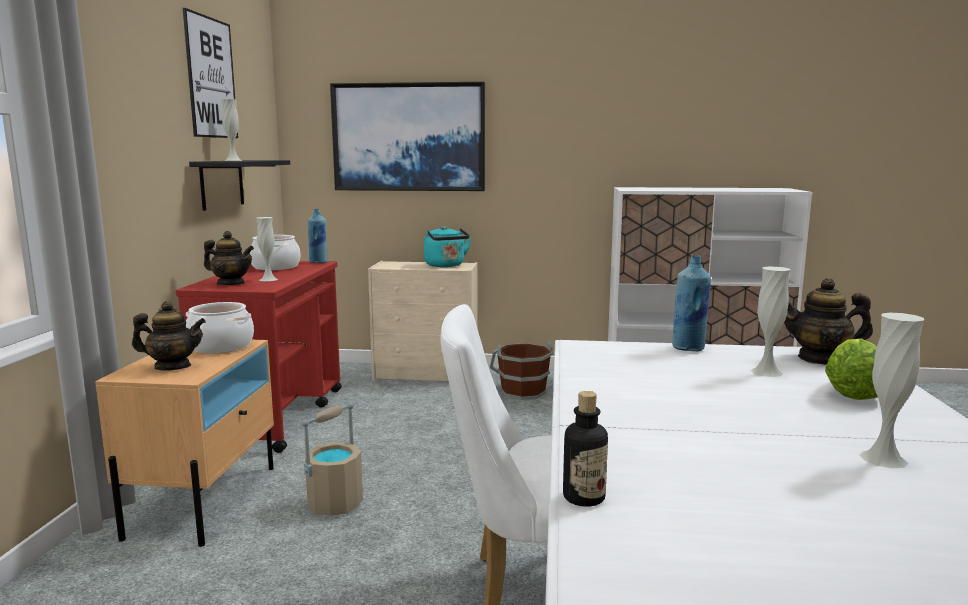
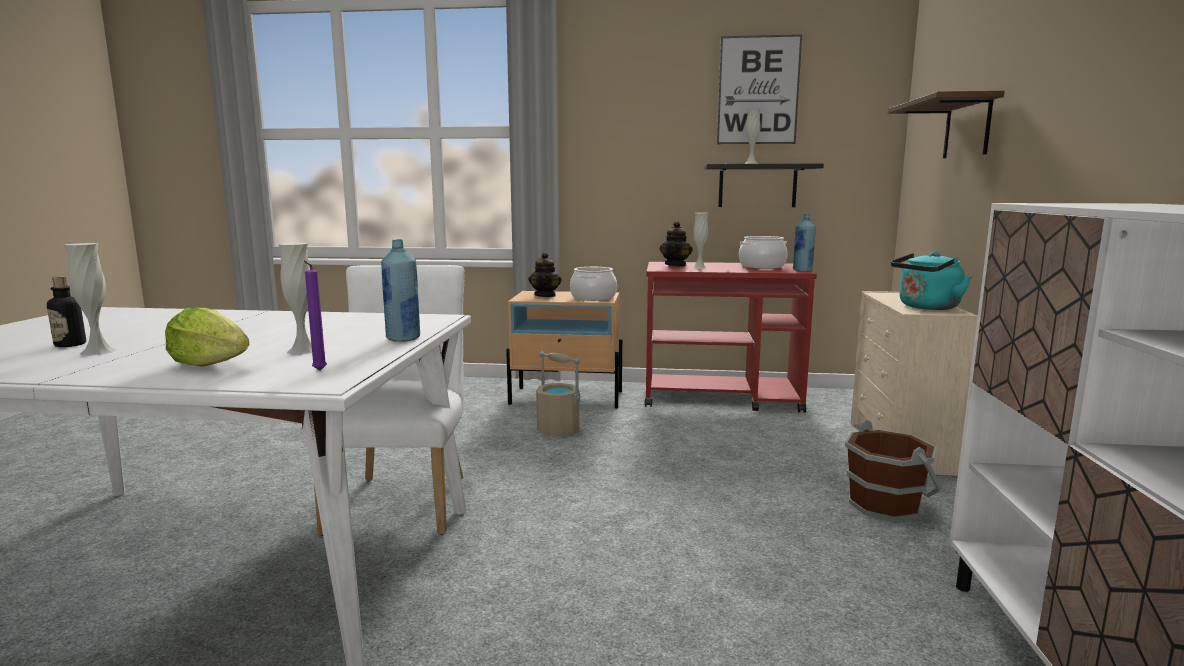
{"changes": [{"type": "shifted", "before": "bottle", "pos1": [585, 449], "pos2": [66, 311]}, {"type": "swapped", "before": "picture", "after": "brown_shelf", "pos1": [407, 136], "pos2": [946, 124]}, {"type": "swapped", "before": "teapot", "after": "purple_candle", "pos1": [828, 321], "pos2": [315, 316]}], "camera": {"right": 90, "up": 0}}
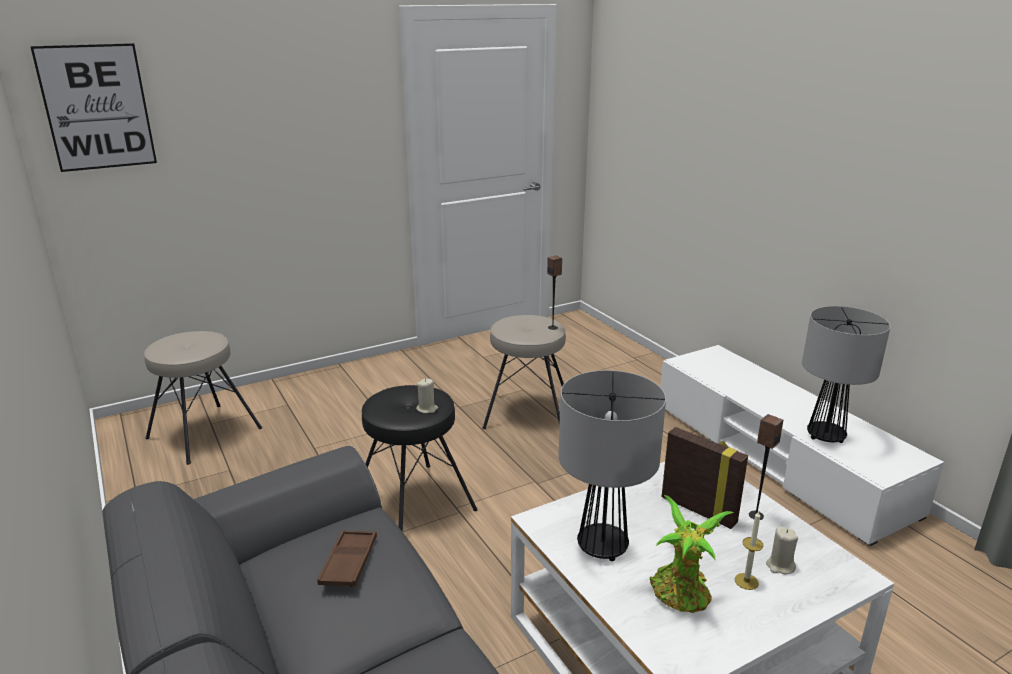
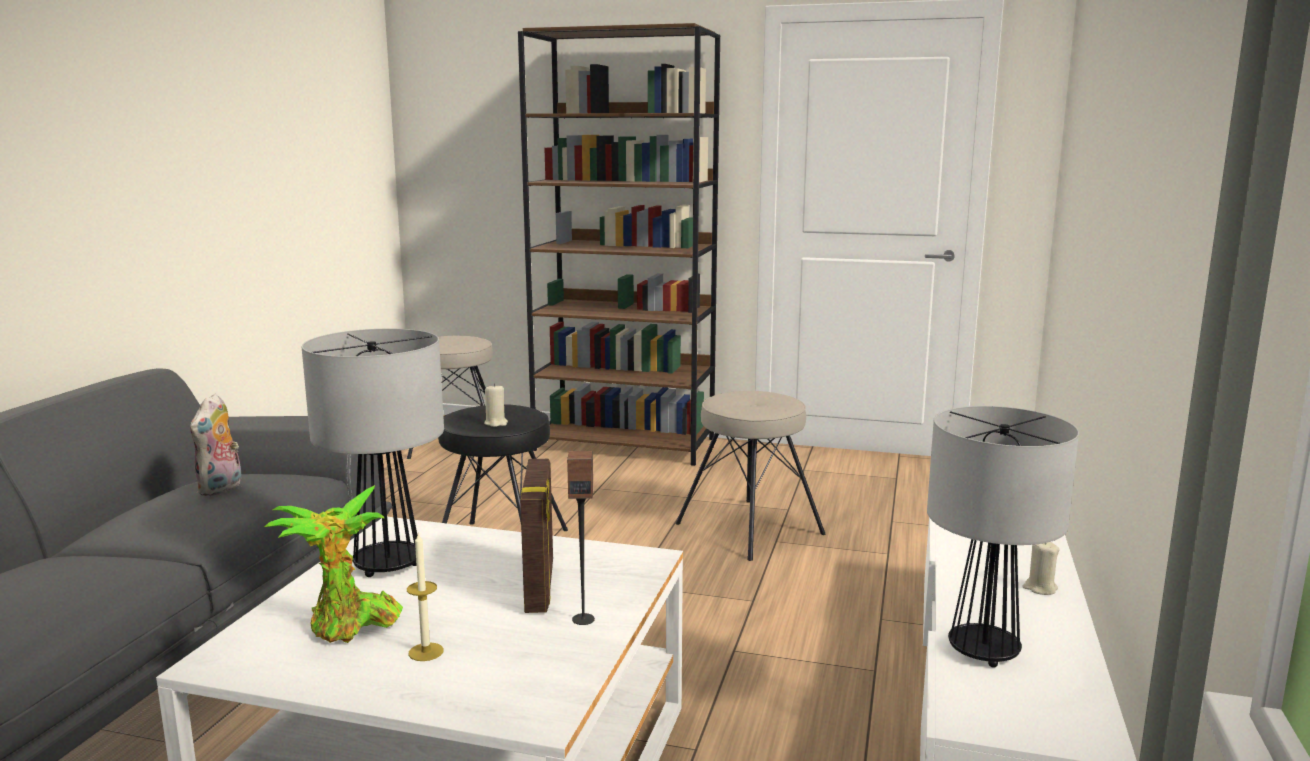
{"changes": [{"type": "gone", "before": "picture", "pos1": [93, 107]}, {"type": "gone", "before": "speaker", "pos1": [554, 292]}, {"type": "new", "after": "brown_bookcase", "pos2": [619, 244]}, {"type": "shifted", "before": "beige_candle", "pos1": [782, 551], "pos2": [1040, 568]}, {"type": "swapped", "before": "brown_tray", "after": "plush_toy", "pos1": [347, 558], "pos2": [216, 444]}], "camera": {"right": 45, "up": -10}}
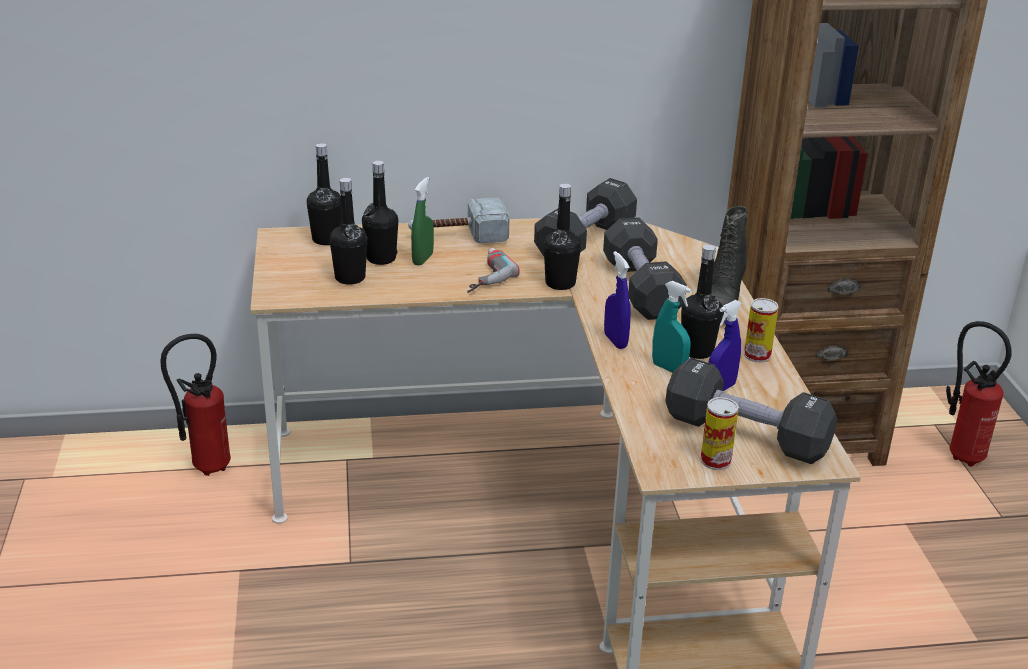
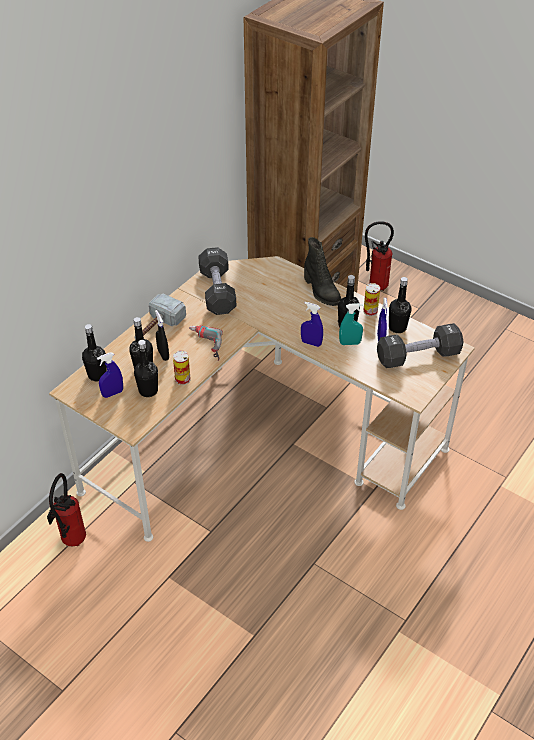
{"changes": [{"type": "gone", "before": "black_dumbbell", "pos1": [645, 268]}, {"type": "new", "after": "blue_spray_bottle", "pos2": [110, 375]}, {"type": "shifted", "before": "black_bottle", "pos1": [562, 237], "pos2": [400, 305]}, {"type": "shifted", "before": "can", "pos1": [719, 433], "pos2": [182, 367]}, {"type": "repainted", "before": "green_spray_bottle", "after": "black_spray_bottle", "pos1": [422, 221], "pos2": [162, 335]}], "camera": {"right": -45, "up": 15}}
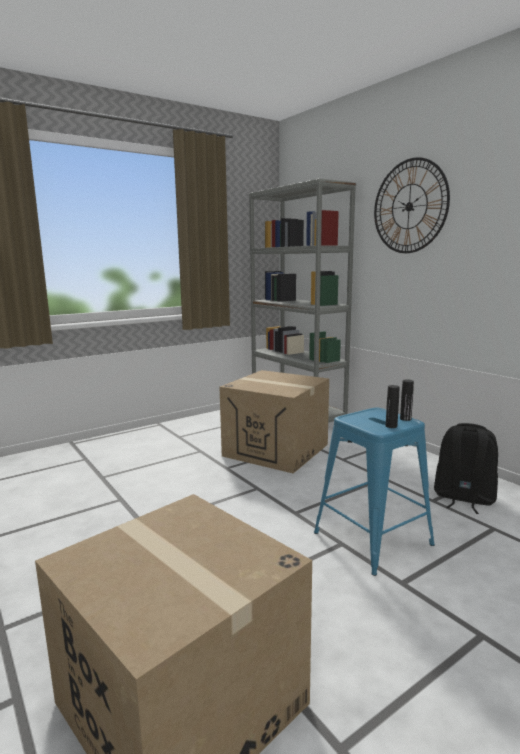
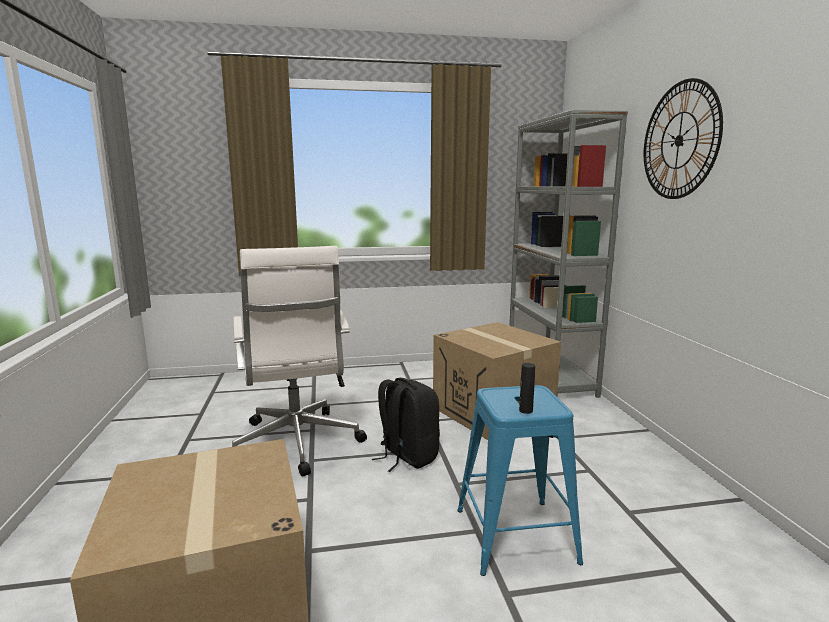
{"changes": [{"type": "gone", "before": "black_bottle", "pos1": [407, 400]}, {"type": "new", "after": "white_office_chair", "pos2": [299, 361]}, {"type": "shifted", "before": "black_backpack", "pos1": [466, 468], "pos2": [406, 425]}], "camera": {"right": 25, "up": 0}}
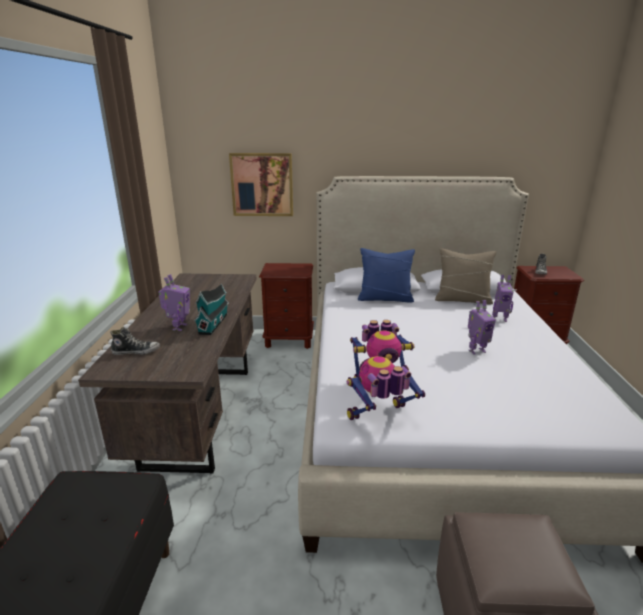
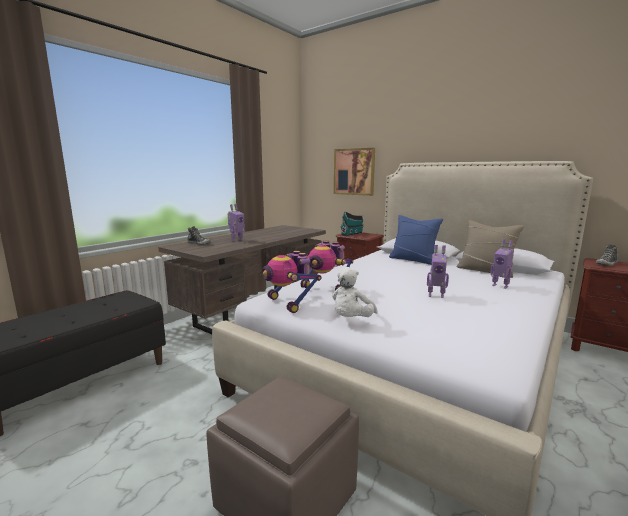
{"changes": [{"type": "new", "after": "white_plush_toy", "pos2": [355, 292]}, {"type": "shifted", "before": "toy_house", "pos1": [211, 309], "pos2": [352, 223]}, {"type": "rotated", "before": "toy_robot", "pos1": [386, 388], "pos2": [291, 282], "turn": -135}], "camera": {"right": 35, "up": -10}}
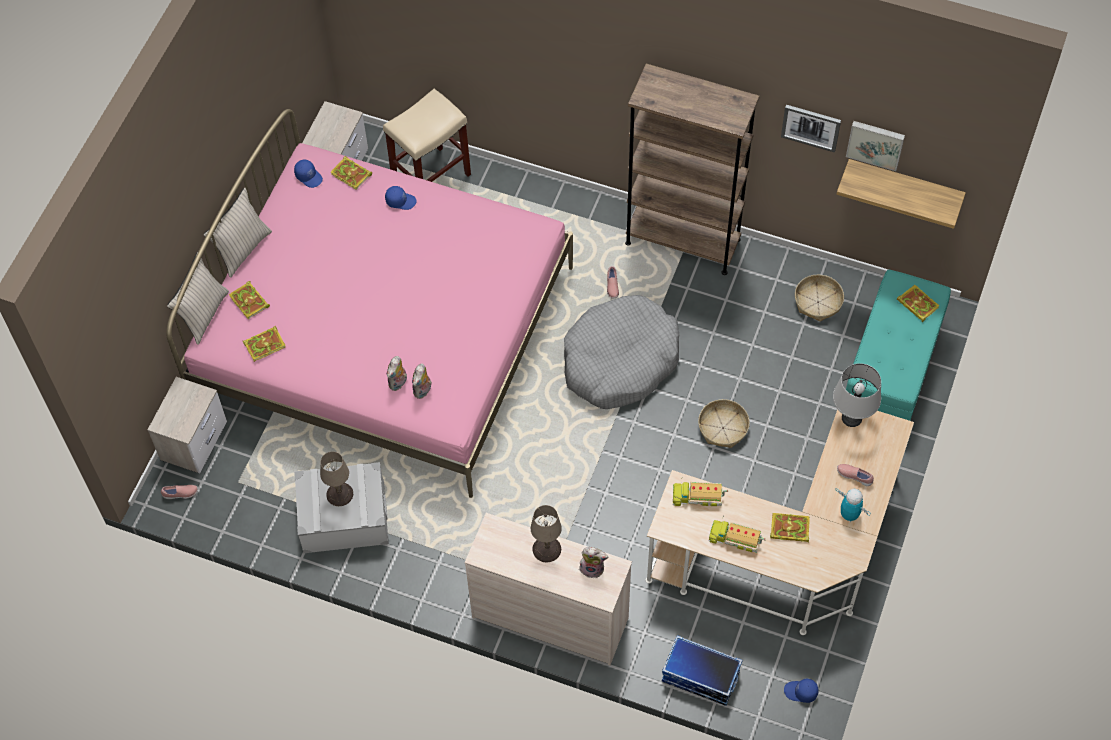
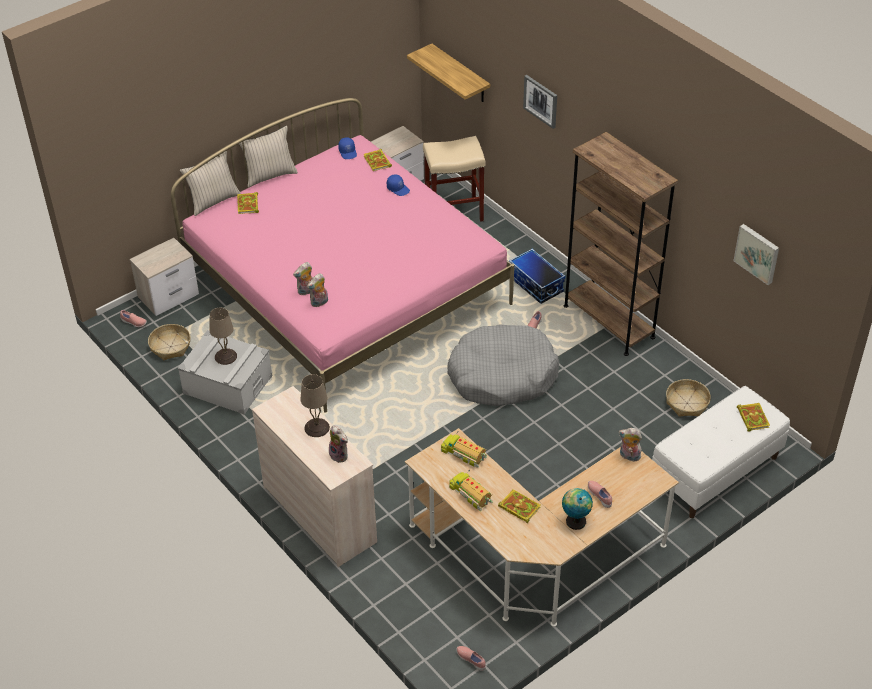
{"changes": [{"type": "gone", "before": "book", "pos1": [264, 344]}, {"type": "shifted", "before": "storage_box", "pos1": [702, 670], "pos2": [537, 276]}, {"type": "shifted", "before": "basket", "pos1": [724, 423], "pos2": [169, 342]}, {"type": "shifted", "before": "picture", "pos1": [811, 129], "pos2": [540, 102]}, {"type": "shifted", "before": "shelf", "pos1": [901, 194], "pos2": [448, 73]}, {"type": "swapped", "before": "blue_cap", "after": "pink_shoe", "pos1": [801, 691], "pos2": [471, 658]}, {"type": "swapped", "before": "grey_table_lamp", "after": "plush_toy", "pos1": [857, 395], "pos2": [630, 444]}, {"type": "swapped", "before": "toy_robot", "after": "globe", "pos1": [853, 505], "pos2": [577, 509]}, {"type": "repainted", "before": "turquoise_bench", "after": "white_bench", "pos1": [898, 345], "pos2": [721, 452]}], "camera": {"right": 30, "up": -15}}
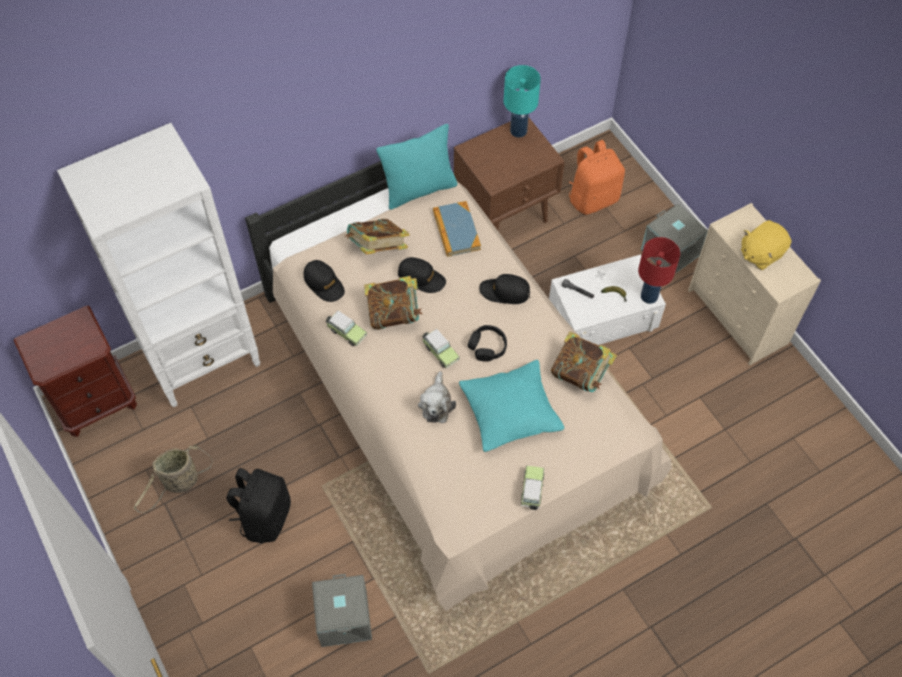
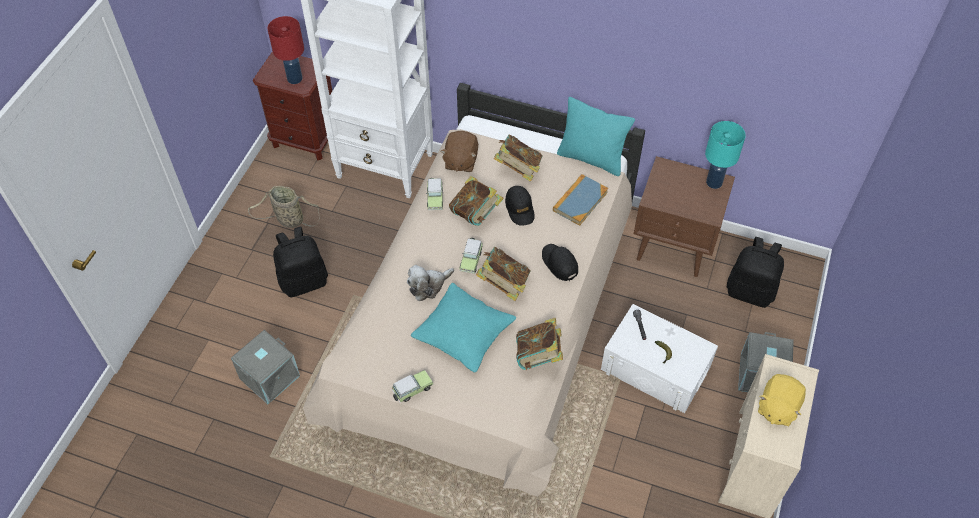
{"changes": [{"type": "shifted", "before": "red_table_lamp", "pos1": [659, 270], "pos2": [286, 50]}, {"type": "swapped", "before": "black_cap", "after": "brown_plush_toy", "pos1": [324, 281], "pos2": [459, 151]}, {"type": "swapped", "before": "black_headphones", "after": "book", "pos1": [487, 343], "pos2": [503, 274]}, {"type": "repainted", "before": "orange_backpack", "after": "black_backpack", "pos1": [597, 177], "pos2": [755, 272]}, {"type": "rotated", "before": "yellow_plush_toy", "pos1": [765, 245], "pos2": [782, 400], "turn": -75}], "camera": {"right": 50, "up": -5}}
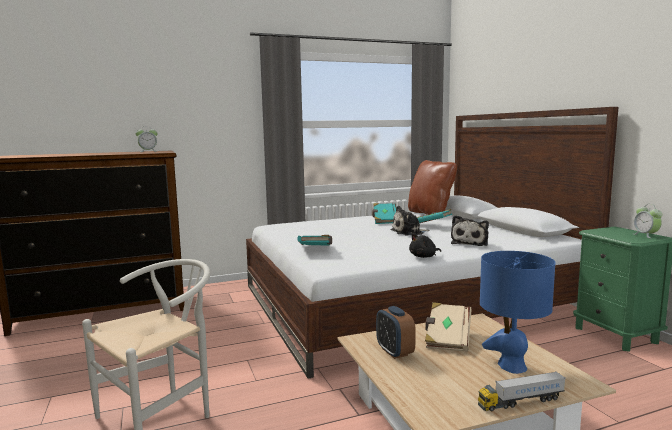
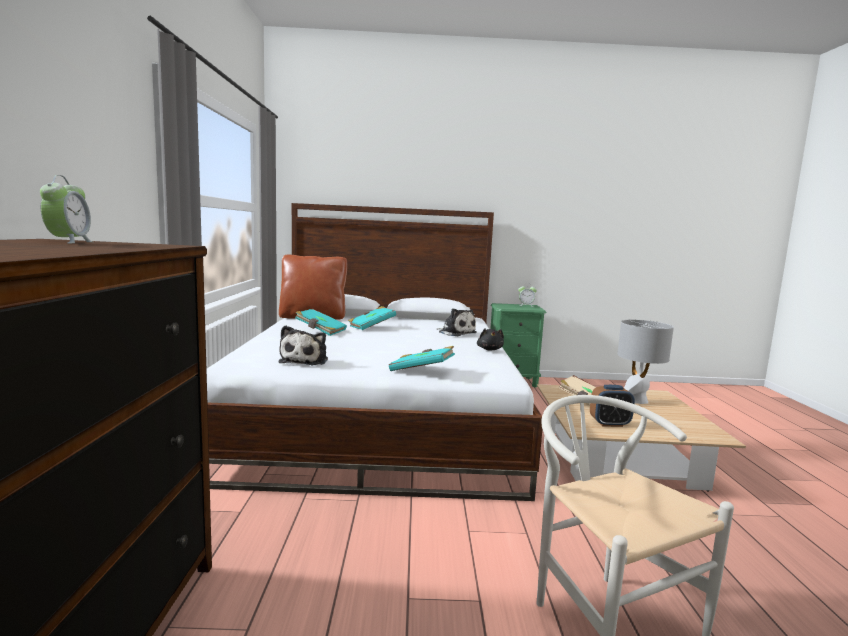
{"changes": [{"type": "gone", "before": "toy_truck", "pos1": [522, 391]}, {"type": "shifted", "before": "plush_toy", "pos1": [410, 221], "pos2": [303, 345]}, {"type": "repainted", "before": "blue_table_lamp", "after": "grey_table_lamp", "pos1": [517, 312], "pos2": [645, 362]}], "camera": {"right": -70, "up": 0}}
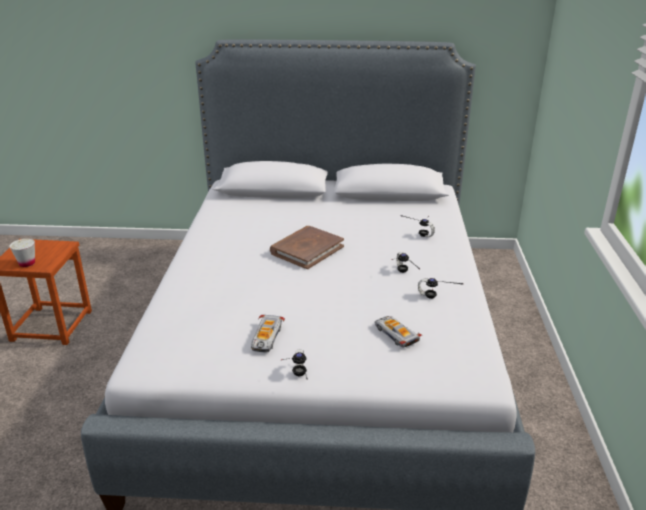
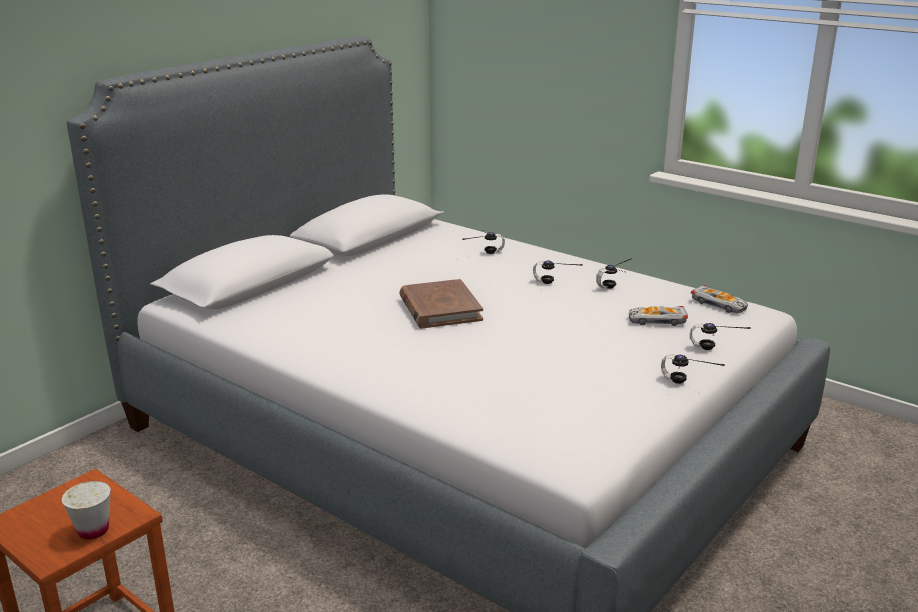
{"changes": [{"type": "new", "after": "headphones", "pos2": [720, 336]}, {"type": "shifted", "before": "toy_car", "pos1": [268, 333], "pos2": [719, 299]}], "camera": {"right": -55, "up": -5}}
